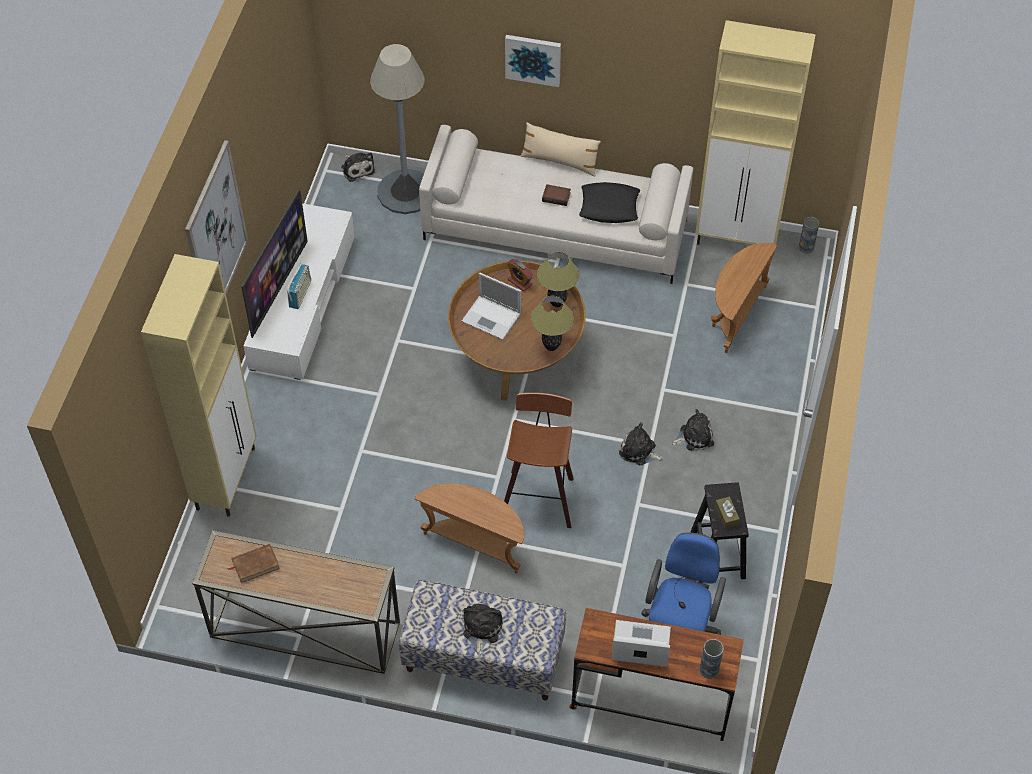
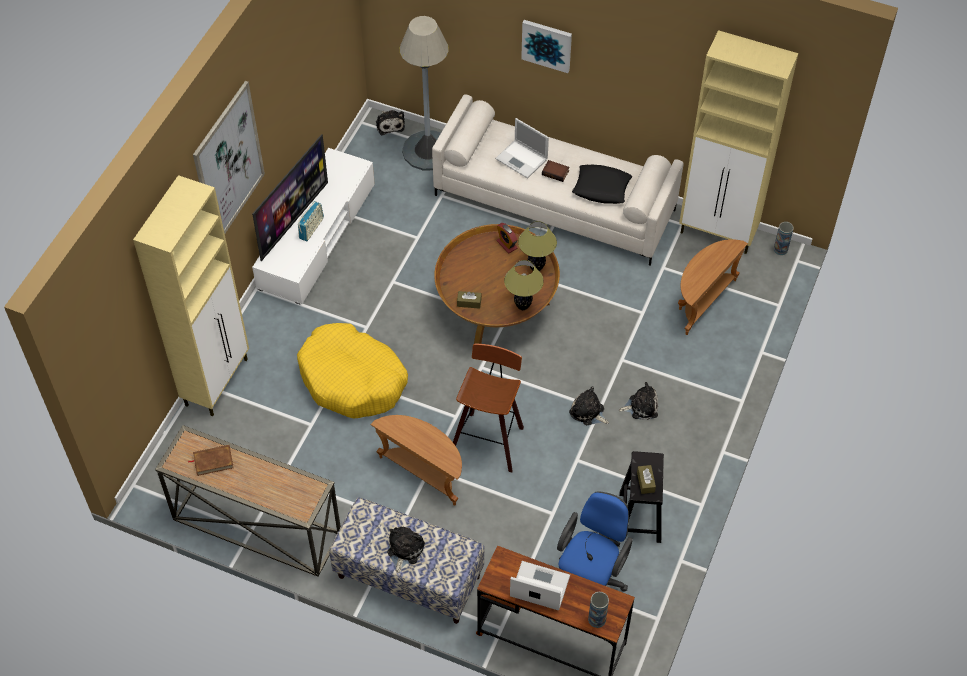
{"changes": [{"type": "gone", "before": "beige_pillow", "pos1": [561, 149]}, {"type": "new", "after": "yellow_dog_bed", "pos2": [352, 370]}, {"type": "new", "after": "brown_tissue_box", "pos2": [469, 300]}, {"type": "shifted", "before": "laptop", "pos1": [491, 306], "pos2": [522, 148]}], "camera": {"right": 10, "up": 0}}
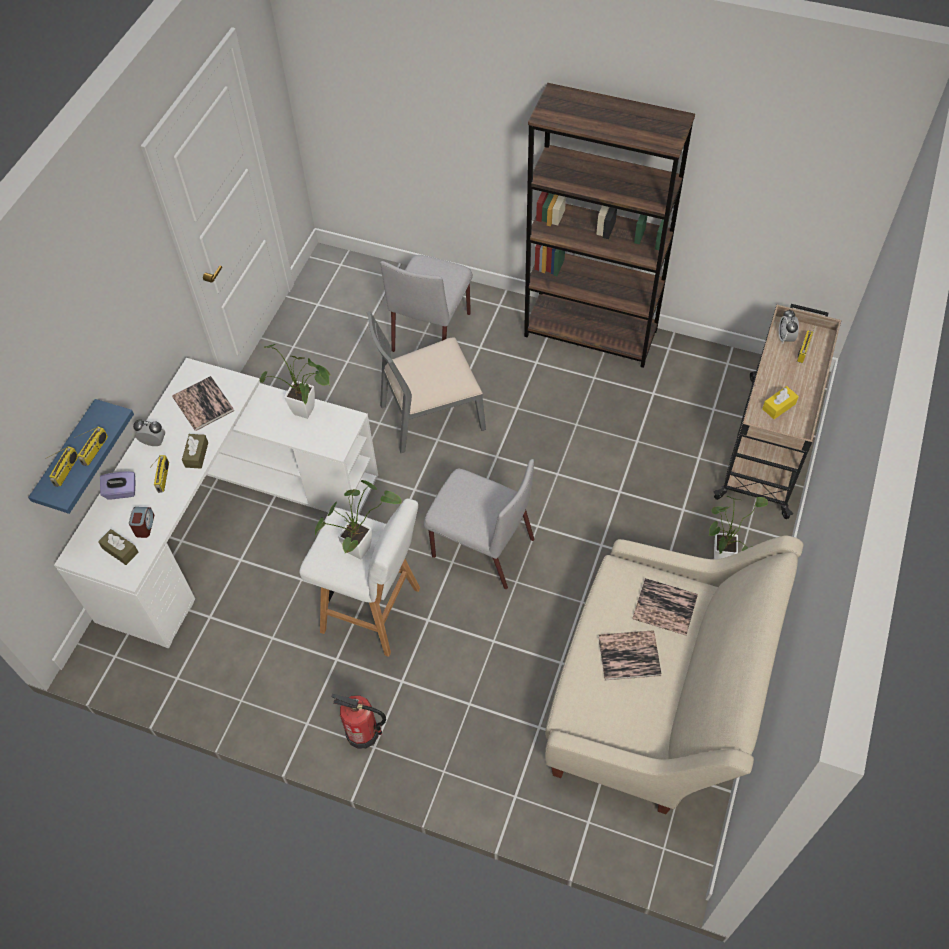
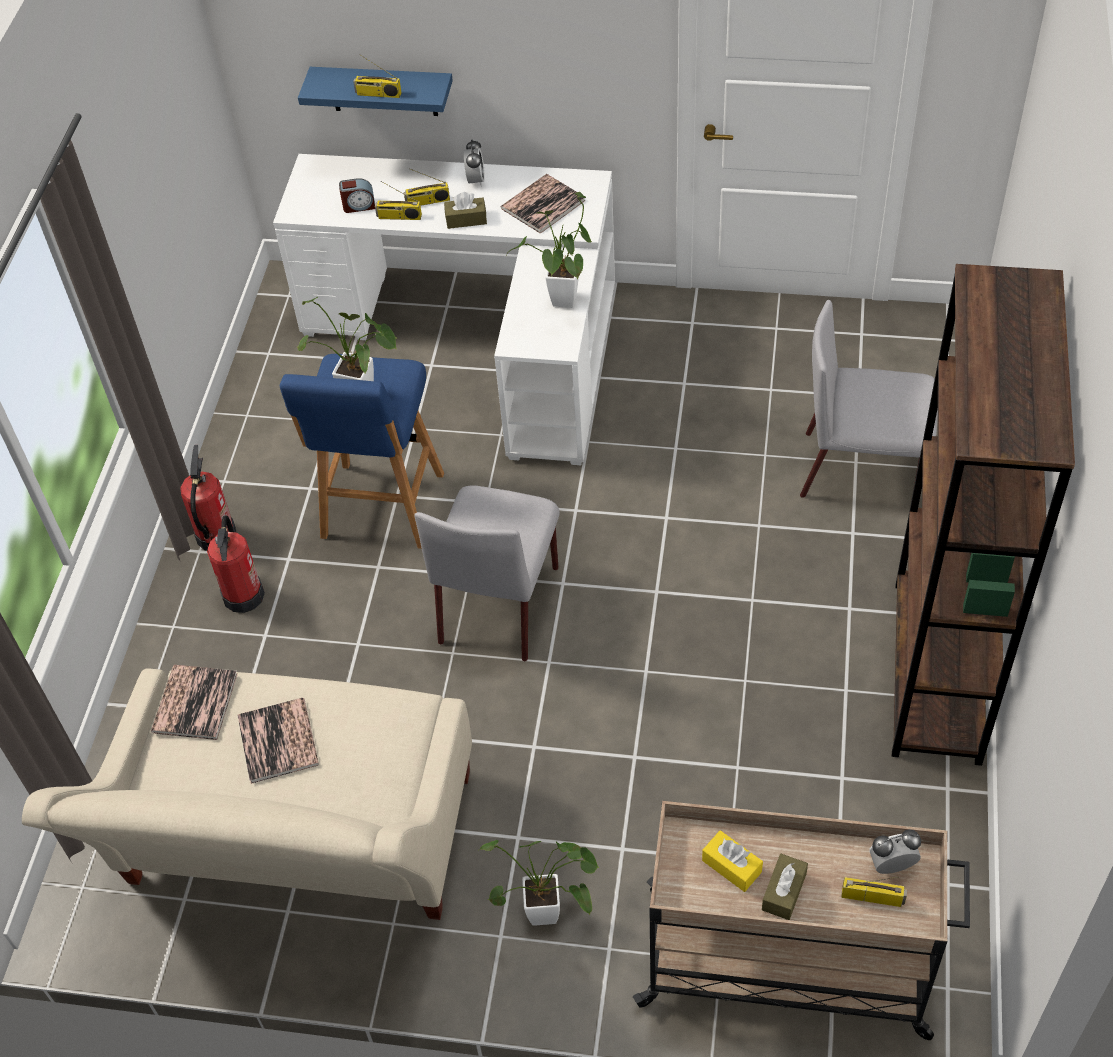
{"changes": [{"type": "gone", "before": "purple_tissue_box", "pos1": [118, 485]}, {"type": "gone", "before": "grey_chair", "pos1": [426, 382]}, {"type": "new", "after": "fire_extinguisher", "pos2": [236, 564]}, {"type": "shifted", "before": "radio", "pos1": [61, 466], "pos2": [398, 200]}, {"type": "shifted", "before": "brown_tissue_box", "pos1": [118, 547], "pos2": [785, 887]}, {"type": "shifted", "before": "book", "pos1": [665, 606], "pos2": [194, 702]}, {"type": "repainted", "before": "white_stool", "after": "blue_stool", "pos1": [359, 578], "pos2": [362, 451]}], "camera": {"right": 80, "up": -5}}
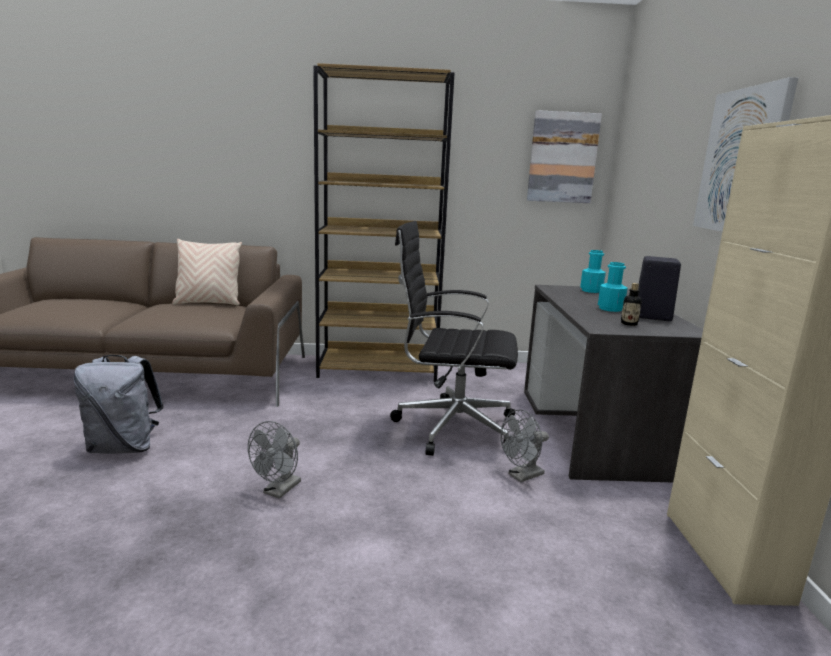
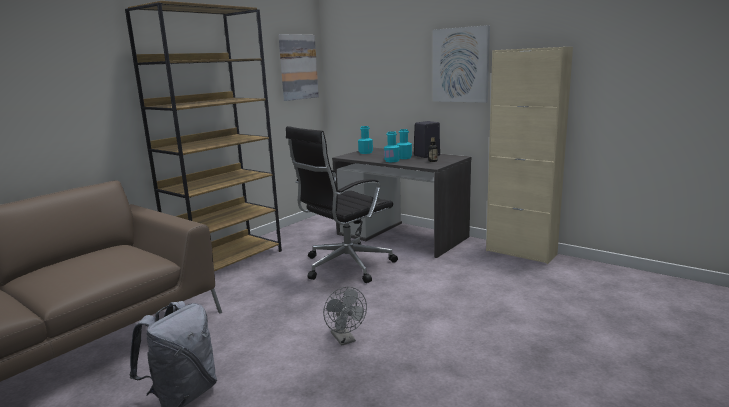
{"changes": [{"type": "gone", "before": "beige_pillow", "pos1": [207, 272]}, {"type": "gone", "before": "grey_fan", "pos1": [524, 446]}, {"type": "new", "after": "turquoise_bottle", "pos2": [392, 146]}], "camera": {"right": -50, "up": 0}}
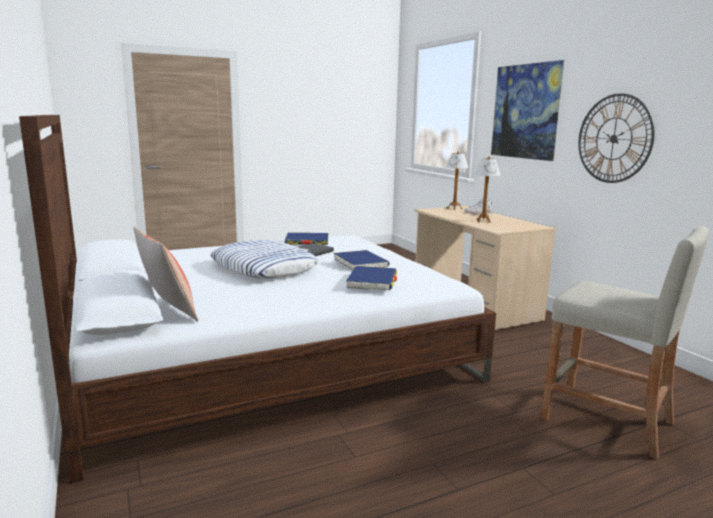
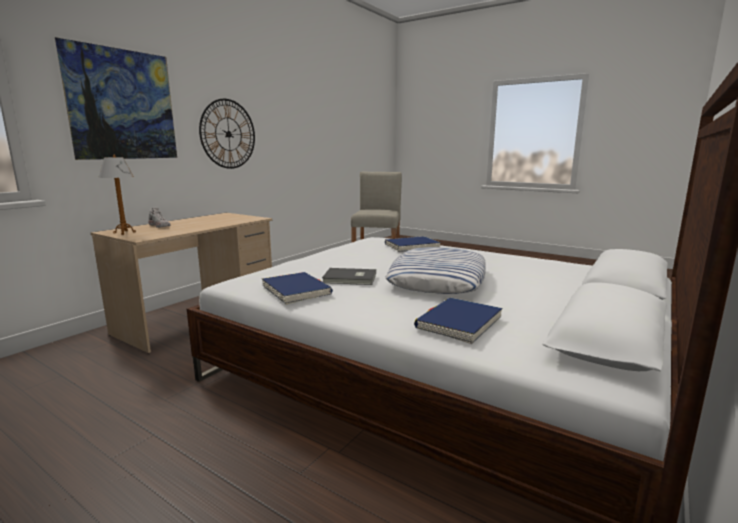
{"changes": [{"type": "gone", "before": "pillow", "pos1": [165, 274]}, {"type": "gone", "before": "table_lamp", "pos1": [487, 190]}, {"type": "shifted", "before": "blue_book", "pos1": [362, 260], "pos2": [458, 321]}], "camera": {"right": -120, "up": 0}}
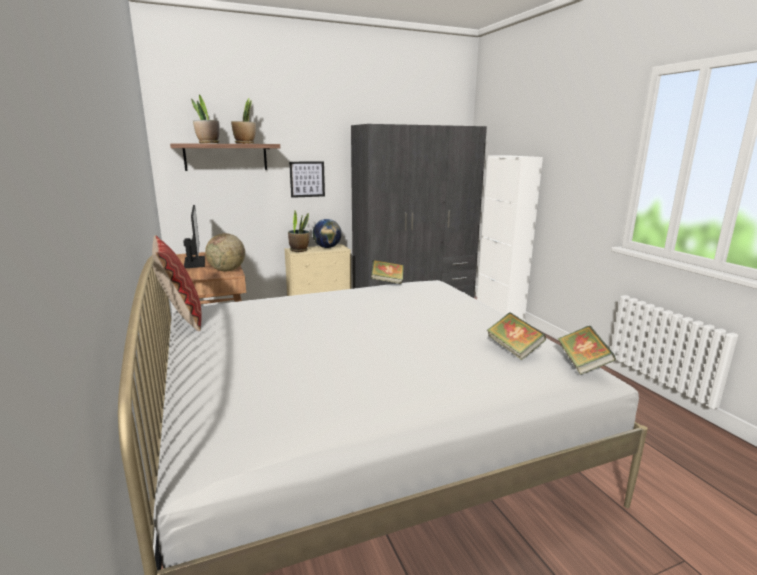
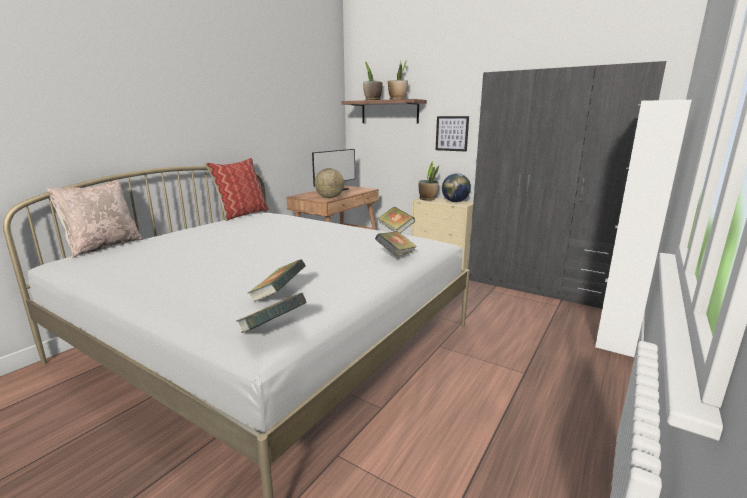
{"changes": [{"type": "new", "after": "beige_pillow", "pos2": [94, 219]}, {"type": "new", "after": "book", "pos2": [396, 243]}], "camera": {"right": 55, "up": 0}}
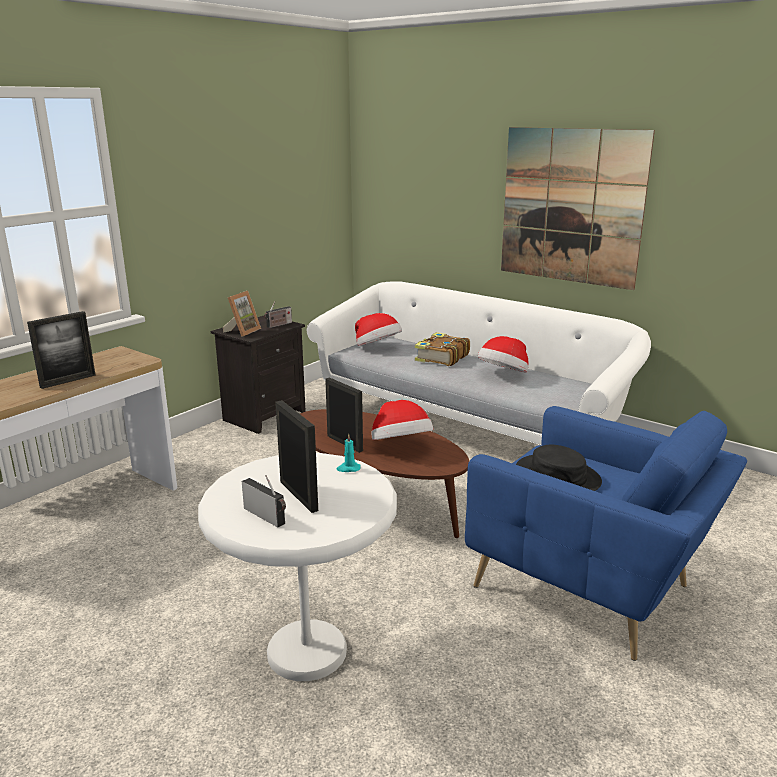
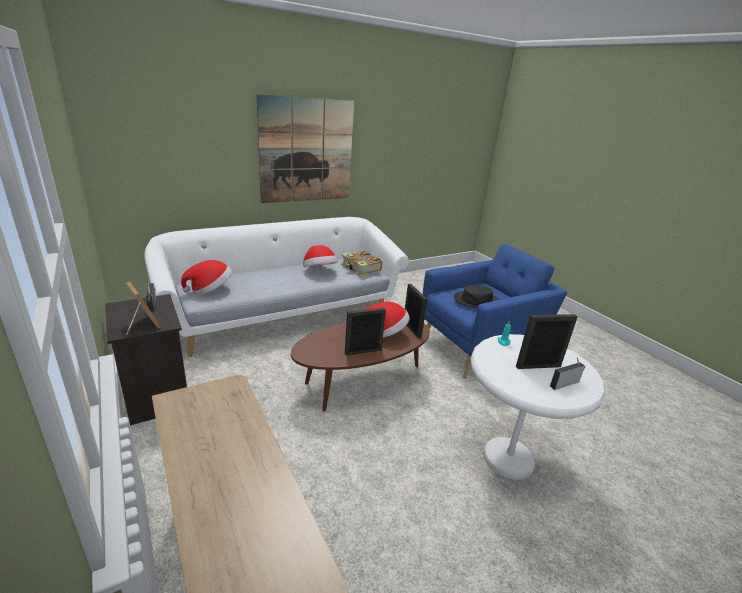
{"changes": [{"type": "shifted", "before": "picture_frame", "pos1": [61, 350], "pos2": [416, 311]}, {"type": "shifted", "before": "book", "pos1": [442, 349], "pos2": [361, 264]}], "camera": {"right": -70, "up": 5}}
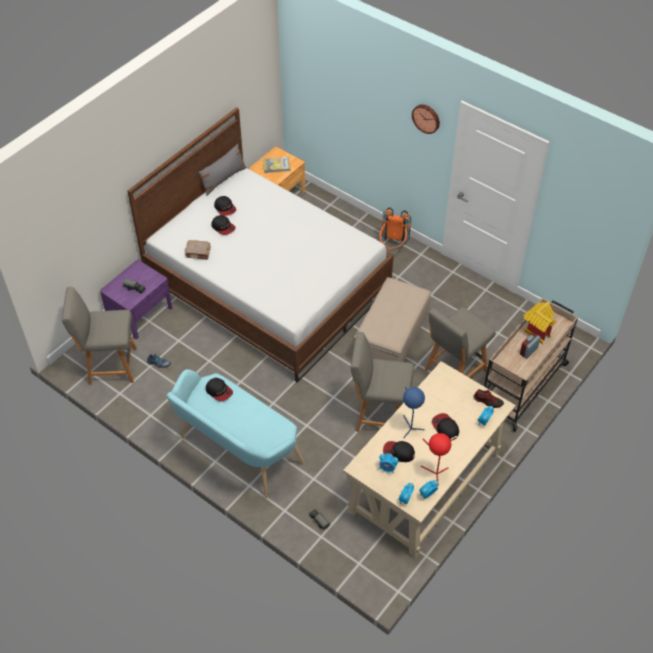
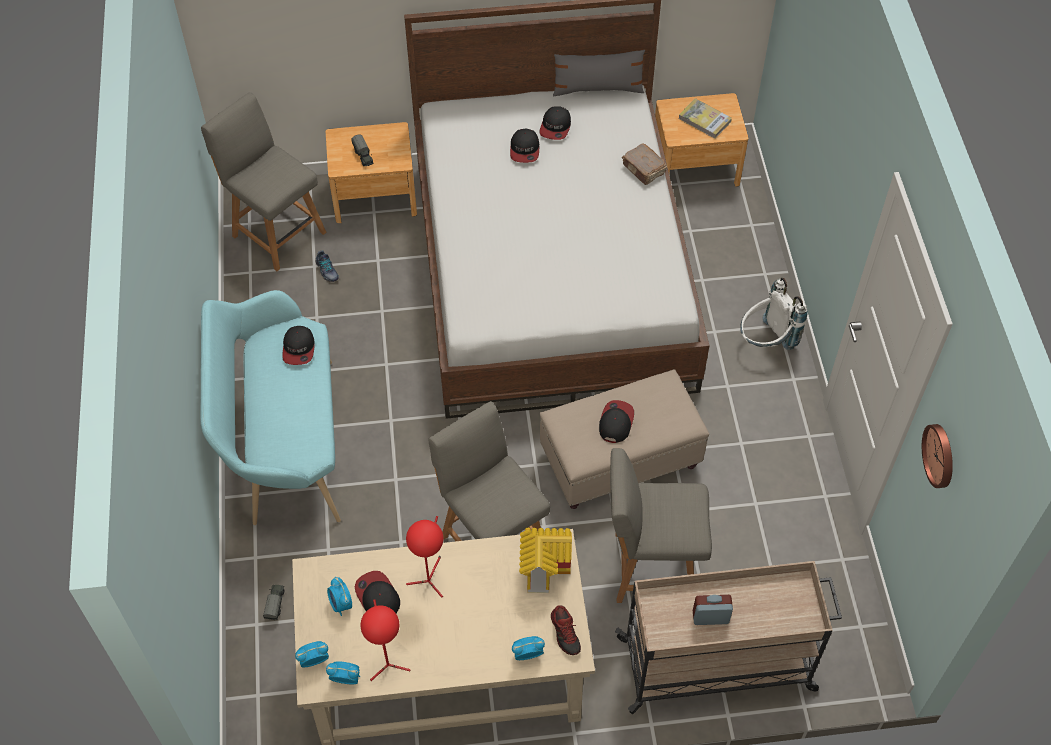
{"changes": [{"type": "shifted", "before": "brown_book", "pos1": [198, 250], "pos2": [644, 164]}, {"type": "shifted", "before": "wall_clock", "pos1": [426, 119], "pos2": [937, 456]}, {"type": "shifted", "before": "cap", "pos1": [445, 427], "pos2": [616, 421]}, {"type": "shifted", "before": "toy_house", "pos1": [539, 323], "pos2": [545, 560]}, {"type": "repainted", "before": "purple_nightstand", "after": "brown_nightstand", "pos1": [136, 299], "pos2": [371, 172]}, {"type": "repainted", "before": "orange_backpack", "after": "white_backpack", "pos1": [395, 229], "pos2": [774, 314]}, {"type": "repainted", "before": "blue_table_lamp", "after": "red_table_lamp", "pos1": [414, 412], "pos2": [424, 557]}], "camera": {"right": 45, "up": 5}}
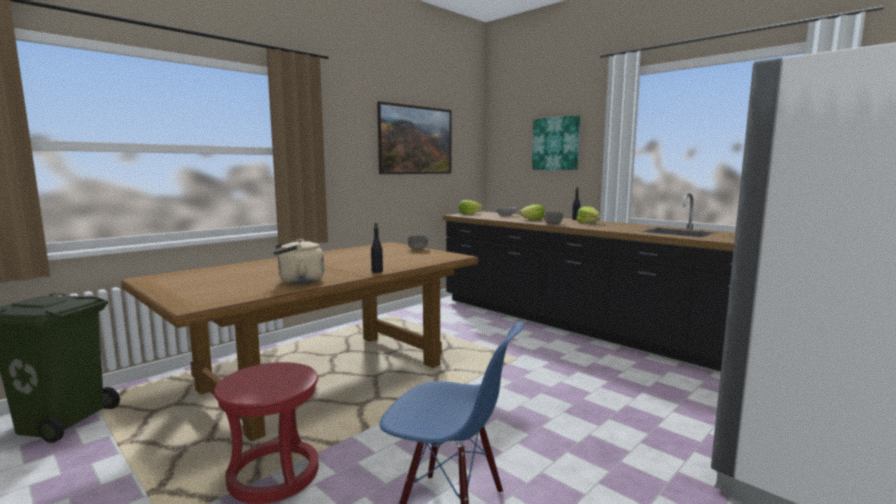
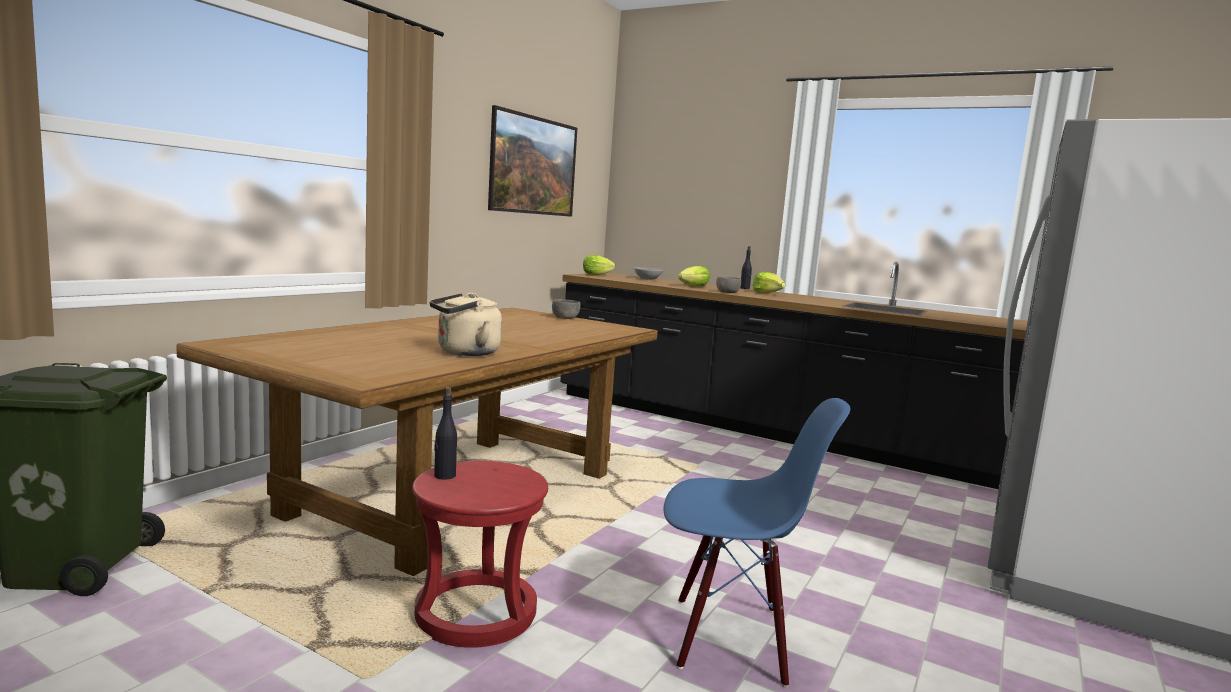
{"changes": [{"type": "gone", "before": "picture", "pos1": [556, 142]}, {"type": "shifted", "before": "black_bottle", "pos1": [377, 248], "pos2": [445, 433]}], "camera": {"right": -15, "up": 0}}
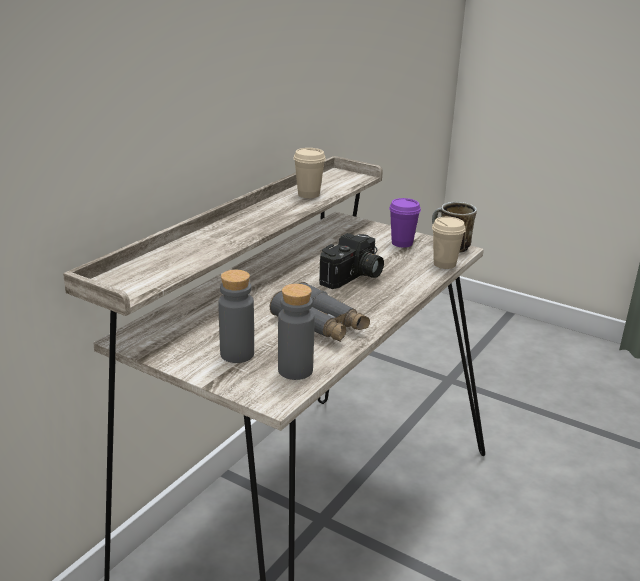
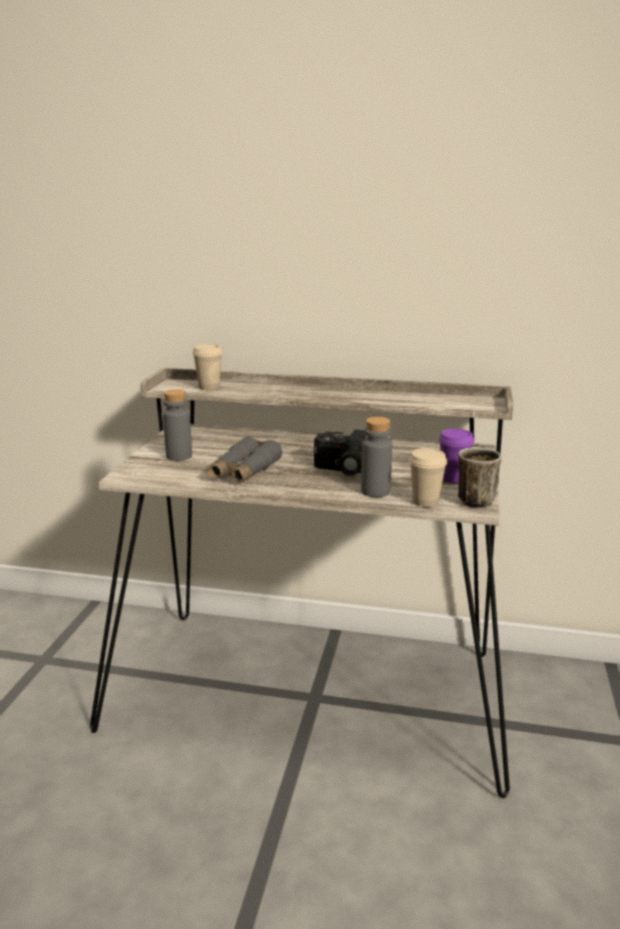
{"changes": [{"type": "shifted", "before": "grey_bottle", "pos1": [296, 332], "pos2": [376, 457]}, {"type": "shifted", "before": "beige_cup", "pos1": [309, 173], "pos2": [207, 367]}], "camera": {"right": 70, "up": -5}}
